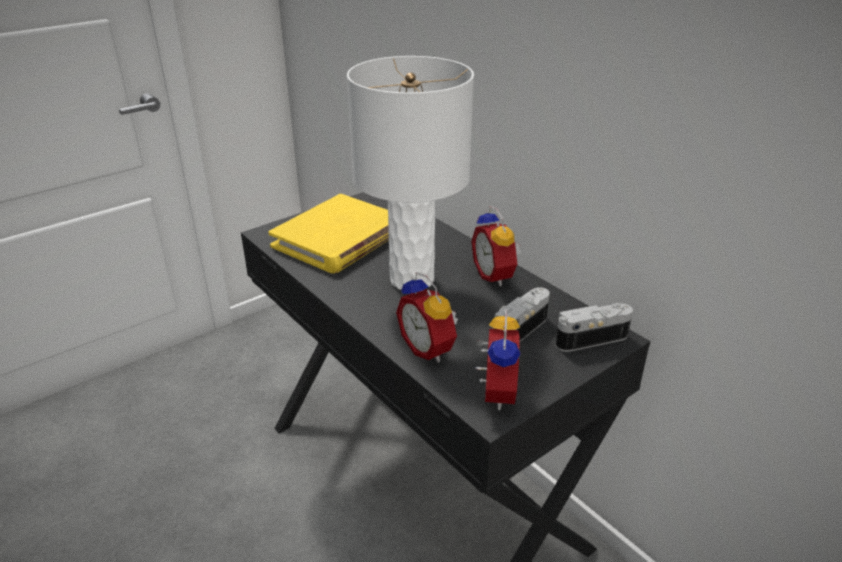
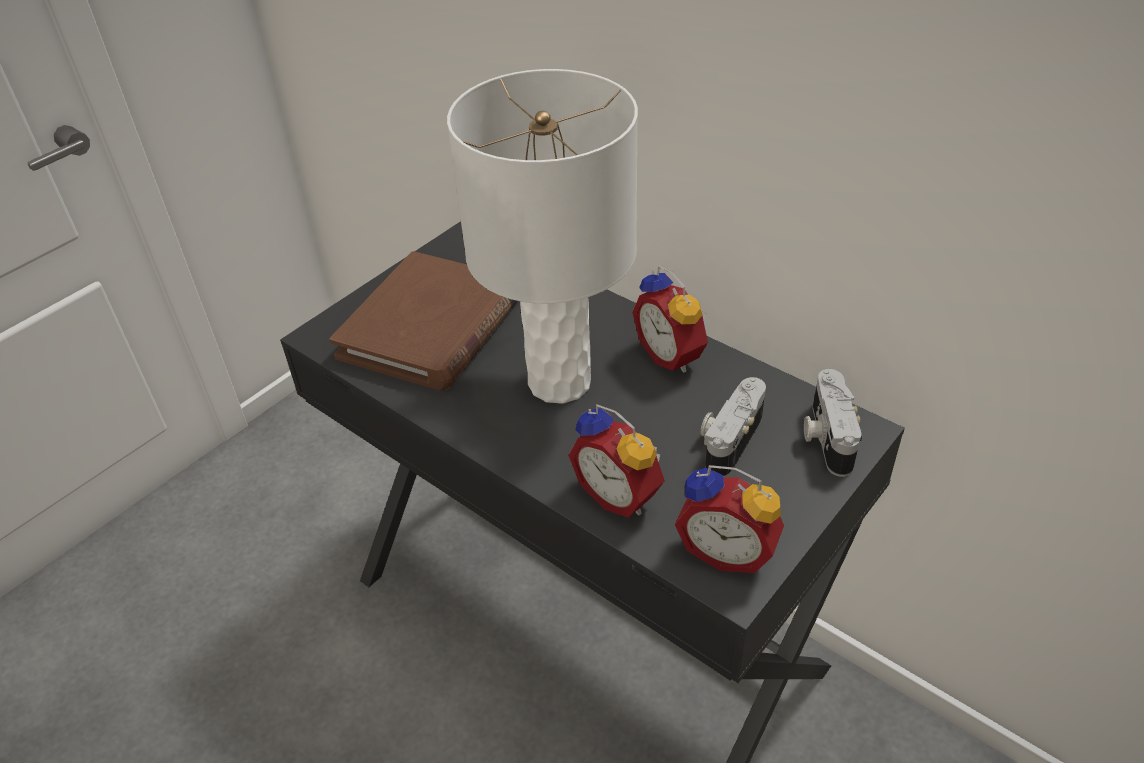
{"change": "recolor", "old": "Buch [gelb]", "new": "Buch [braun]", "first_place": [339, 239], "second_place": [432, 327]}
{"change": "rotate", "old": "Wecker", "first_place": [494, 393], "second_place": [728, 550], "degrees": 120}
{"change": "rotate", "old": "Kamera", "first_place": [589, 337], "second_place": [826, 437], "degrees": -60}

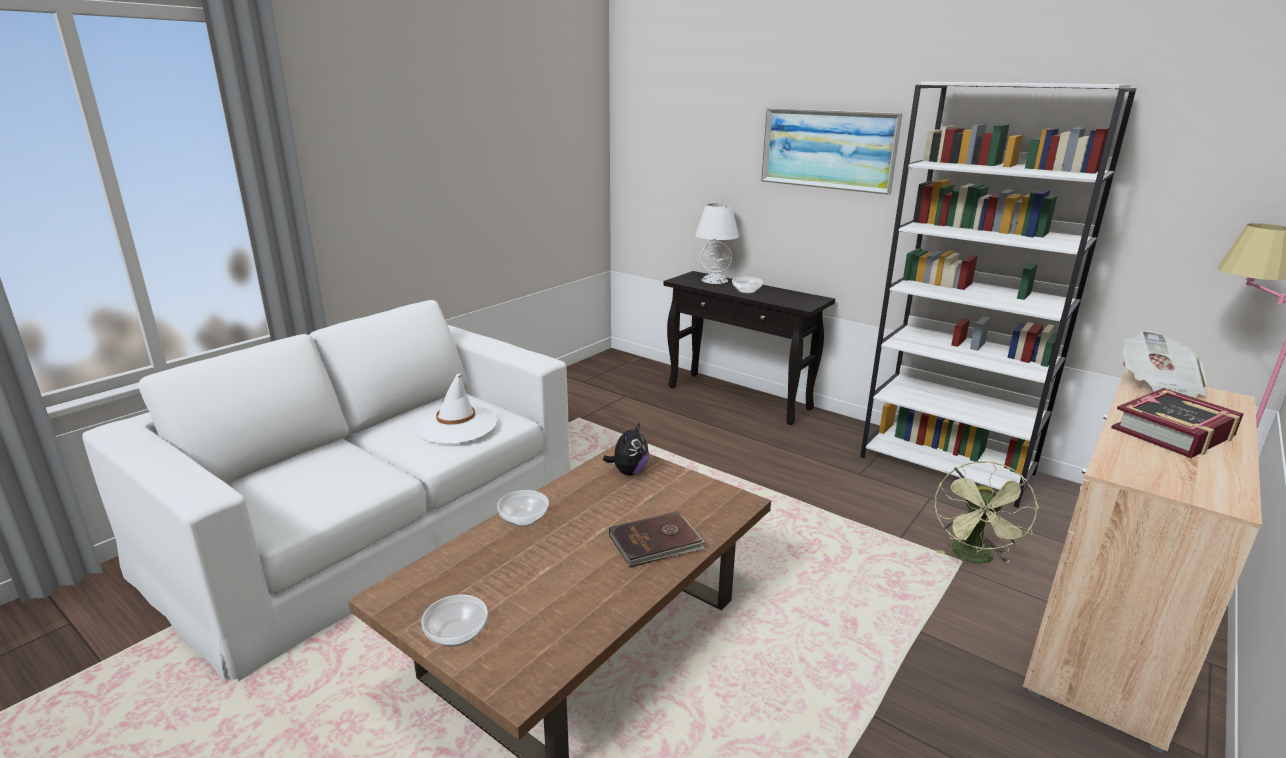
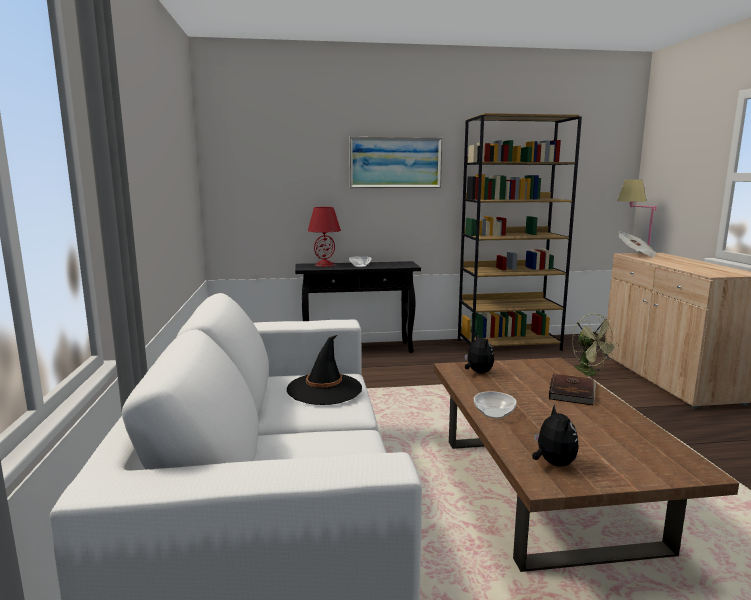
{"change": "recolor", "old": "Hut [weiß]", "new": "Hut [schwarz]", "first_place": [457, 425], "second_place": [324, 389]}
{"change": "recolor", "old": "Tischlampe [weiß]", "new": "Tischlampe [rot]", "first_place": [715, 280], "second_place": [325, 265]}
{"change": "recolor", "old": "Bücherregal [weiß]", "new": "Bücherregal [braun]", "first_place": [947, 465], "second_place": [509, 345]}
{"change": "insert", "new": "Plüschtier", "second_place": [553, 463]}
{"change": "delete", "old": "Schüssel", "first_place": [455, 634]}
{"change": "delete", "old": "Buch", "first_place": [1174, 432]}

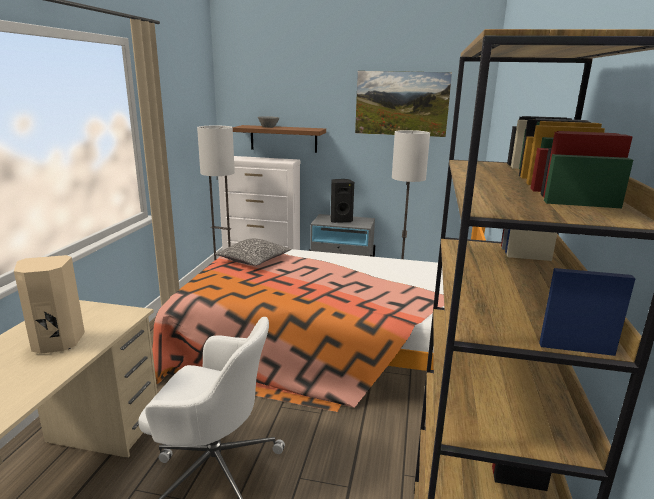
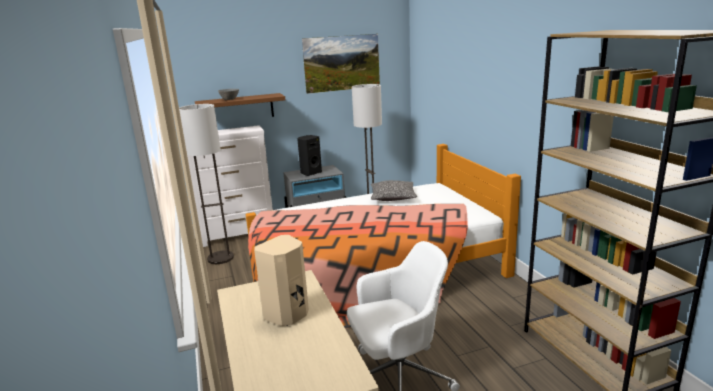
{"change": "move", "old": "Kissen", "first_place": [254, 260], "second_place": [393, 197]}

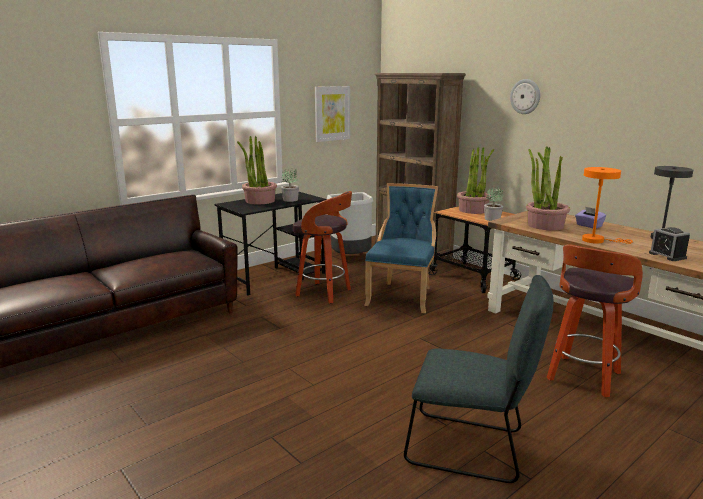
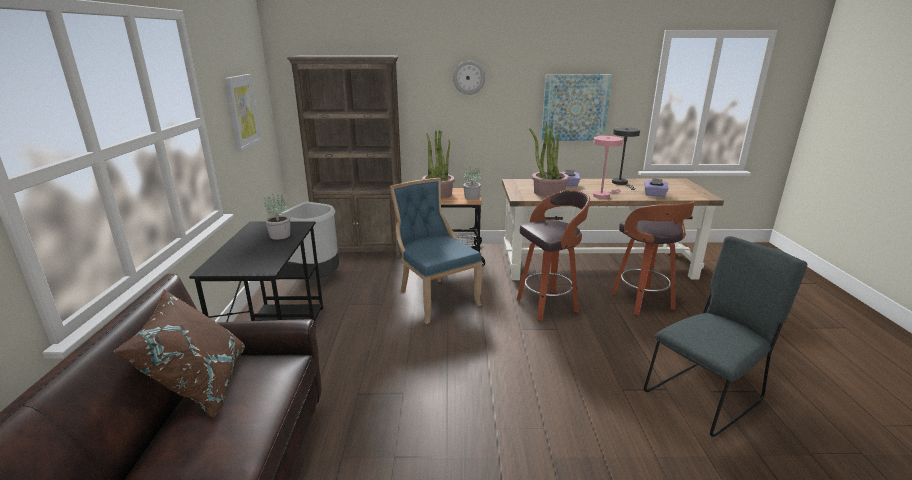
{"change": "insert", "new": "Kissen [braun]", "second_place": [199, 385]}
{"change": "move", "old": "Hocker", "first_place": [325, 293], "second_place": [548, 305]}
{"change": "insert", "new": "Bild", "second_place": [575, 107]}
{"change": "recolor", "old": "Tischlampe [orange]", "new": "Tischlampe [rosa]", "first_place": [597, 240], "second_place": [603, 195]}
{"change": "replace", "old": "Wecker", "new": "Taschentuchbox [lila]", "first_place": [667, 255], "second_place": [654, 194]}
{"change": "delete", "old": "Topfpflanze", "first_place": [259, 201]}

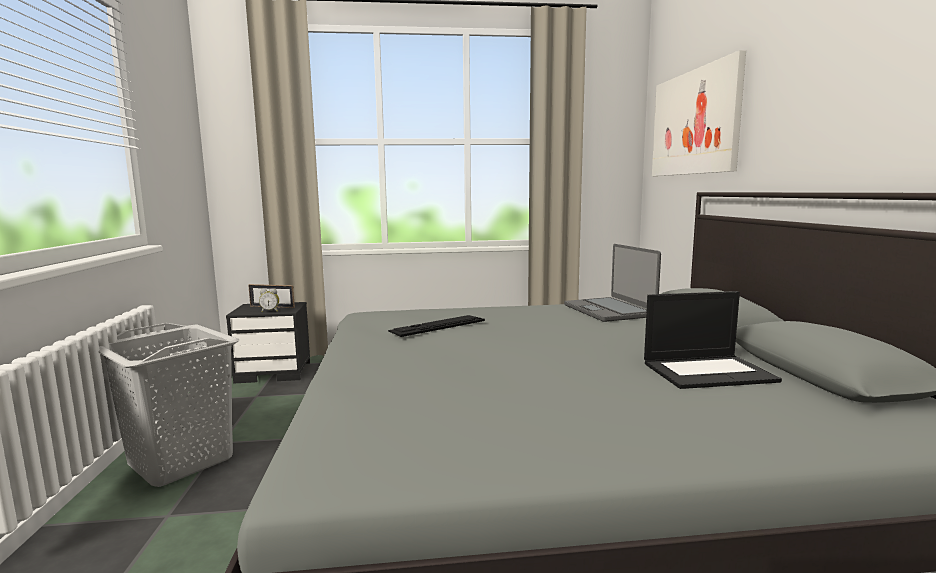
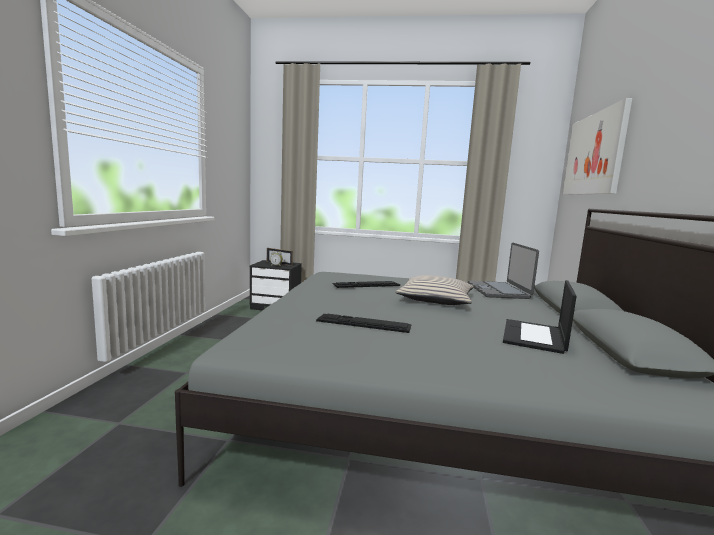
{"change": "insert", "new": "Tastatur", "second_place": [364, 323]}
{"change": "insert", "new": "Kissen [beige]", "second_place": [436, 299]}
{"change": "rotate", "old": "Laptop", "first_place": [708, 371], "second_place": [534, 336], "degrees": 105}
{"change": "delete", "old": "Wäschekorb [grau]", "first_place": [181, 460]}

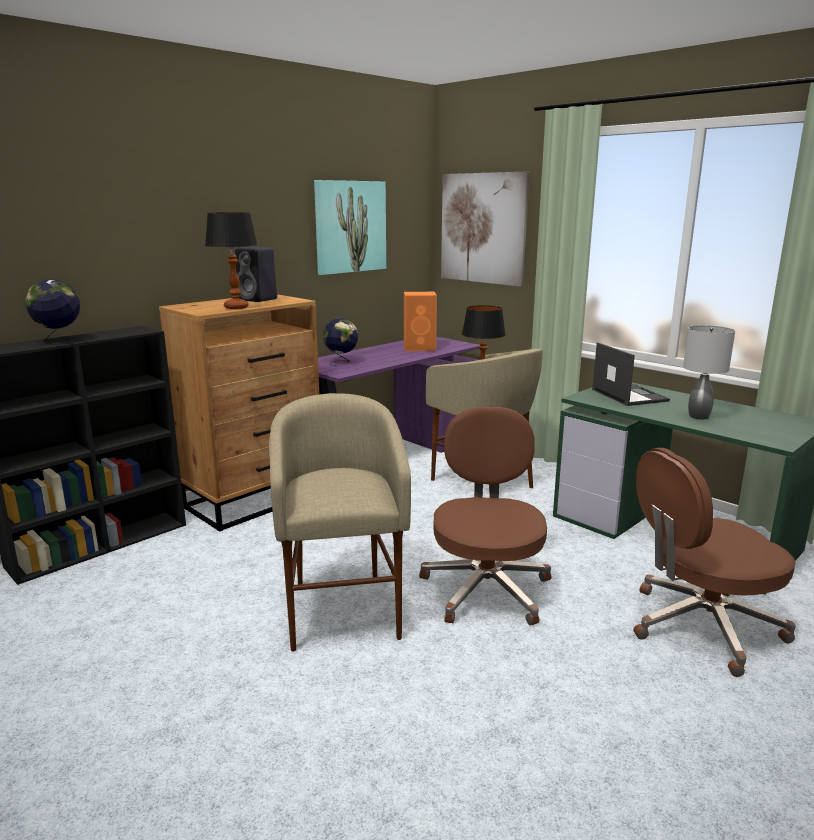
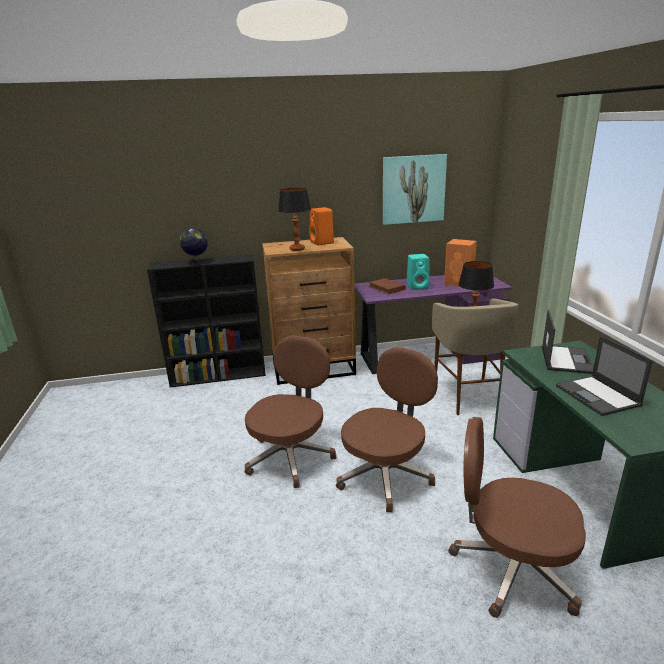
{"change": "replace", "old": "Hocker [beige]", "new": "Bürostuhl [braun]", "first_place": [342, 609], "second_place": [291, 456]}
{"change": "recolor", "old": "Lautsprecher [schwarz]", "new": "Lautsprecher [orange]", "first_place": [258, 299], "second_place": [322, 243]}
{"change": "replace", "old": "Globus", "new": "Buch [braun]", "first_place": [341, 362], "second_place": [387, 288]}
{"change": "insert", "new": "Lautsprecher [türkis]", "second_place": [418, 286]}
{"change": "replace", "old": "Tischlampe [grau]", "new": "Laptop", "first_place": [699, 416], "second_place": [598, 396]}
{"change": "delete", "old": "Bild", "first_place": [483, 228]}

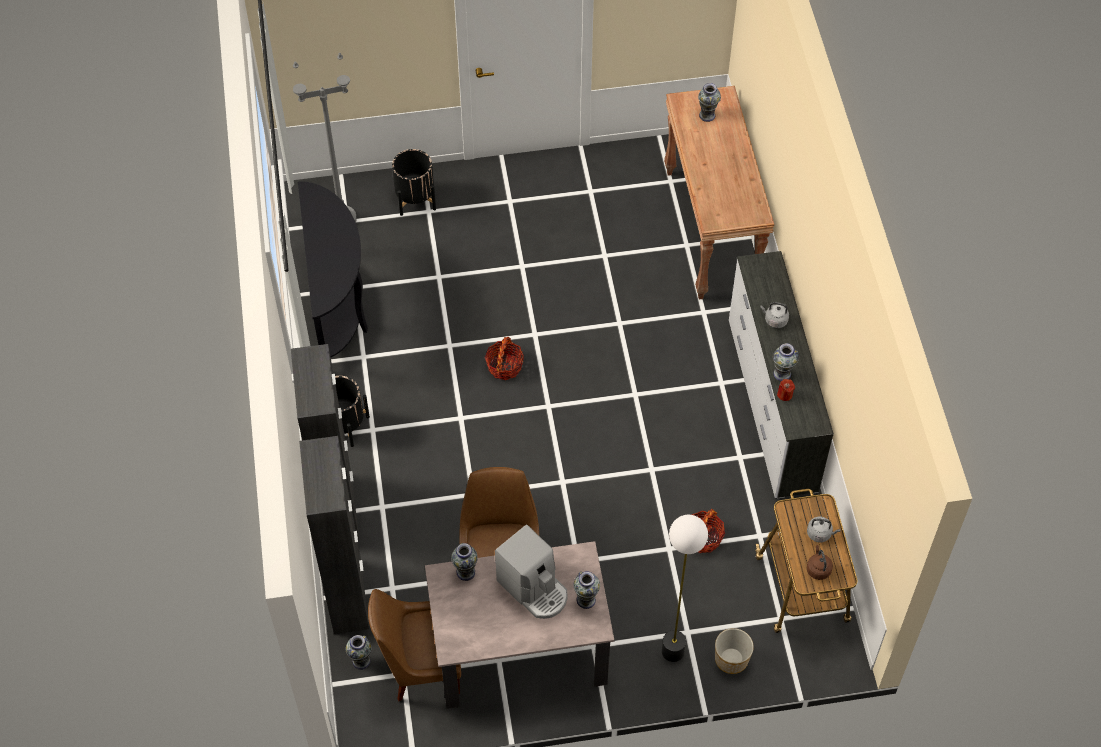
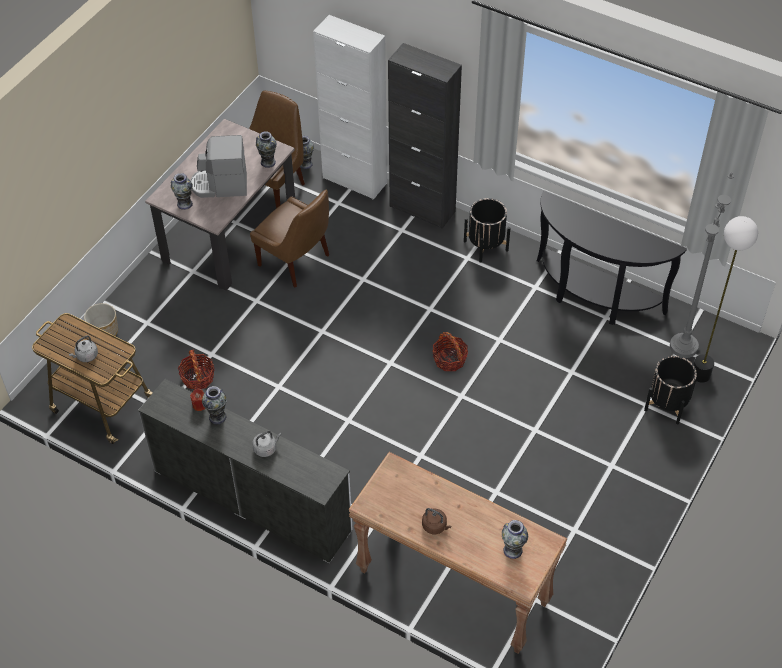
{"change": "recolor", "old": "Schrank [schwarz]", "new": "Schrank [weiß]", "first_place": [347, 596], "second_place": [354, 180]}
{"change": "move", "old": "Wasserkessel [braun]", "first_place": [818, 569], "second_place": [435, 526]}
{"change": "move", "old": "Stehlampe", "first_place": [672, 651], "second_place": [700, 374]}

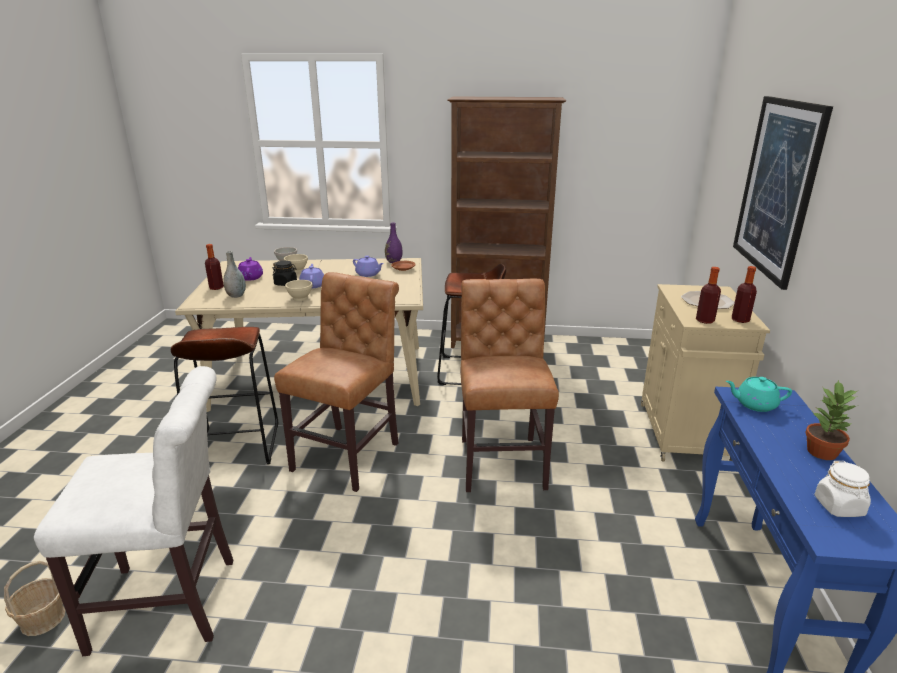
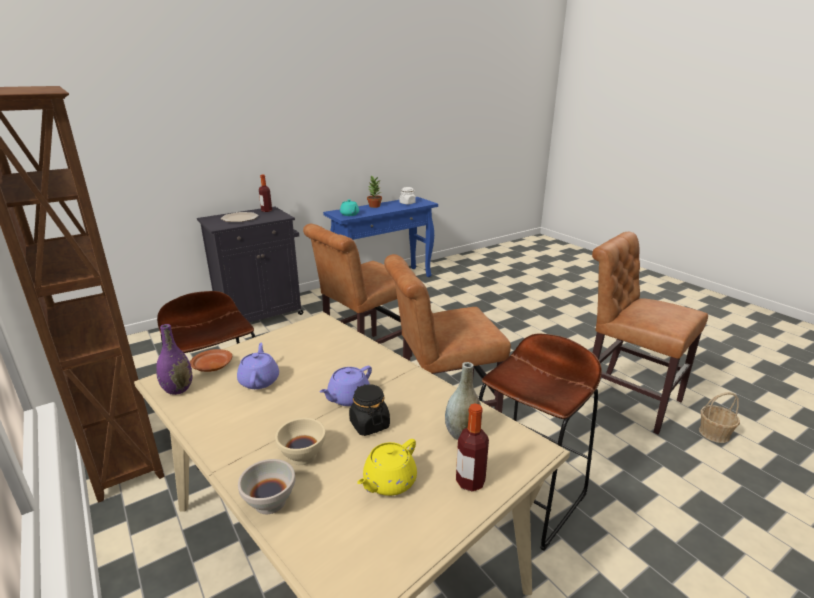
{"change": "recolor", "old": "Schrank [beige]", "new": "Schrank [schwarz]", "first_place": [684, 434], "second_place": [261, 314]}
{"change": "recolor", "old": "Teekanne [lila]", "new": "Teekanne [gelb]", "first_place": [251, 277], "second_place": [388, 482]}
{"change": "recolor", "old": "Stuhl [weiß]", "new": "Stuhl [braun]", "first_place": [173, 604], "second_place": [625, 398]}
{"change": "delete", "old": "Schüssel [beige]", "first_place": [300, 298]}
{"change": "delete", "old": "Flasche", "first_place": [705, 320]}
{"change": "delete", "old": "Bild", "first_place": [777, 188]}

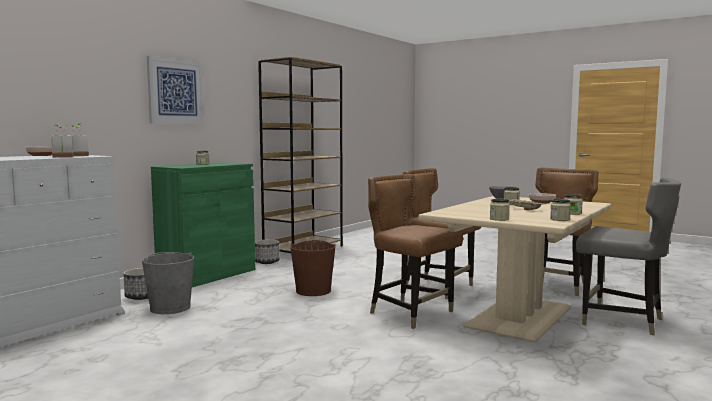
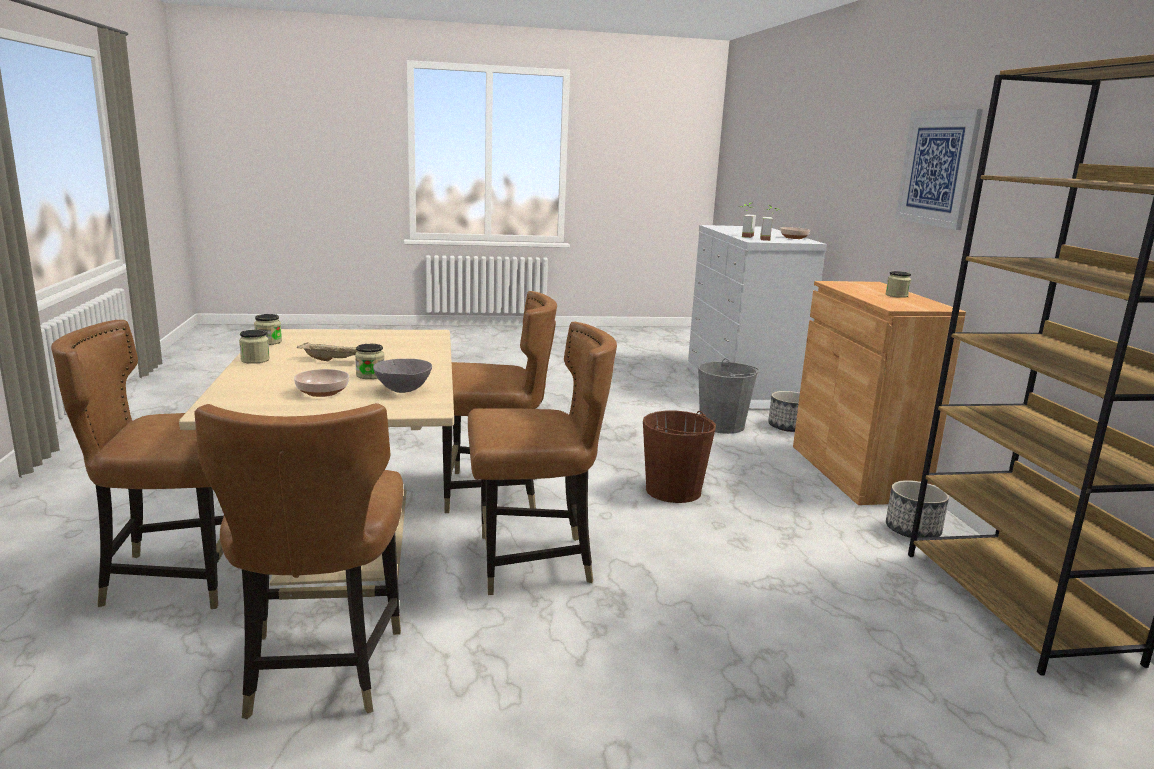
{"change": "recolor", "old": "Stuhl [grau]", "new": "Stuhl [braun]", "first_place": [621, 321], "second_place": [177, 577]}
{"change": "recolor", "old": "Schrank [grün]", "new": "Schrank [braun]", "first_place": [207, 275], "second_place": [856, 472]}
{"change": "delete", "old": "Vorratsglas", "first_place": [499, 219]}

